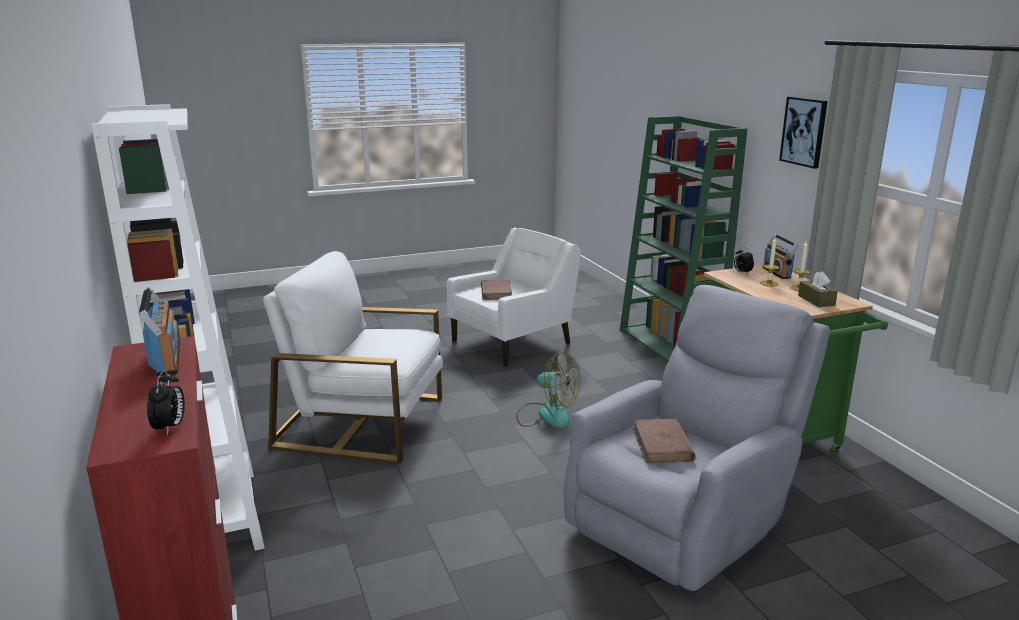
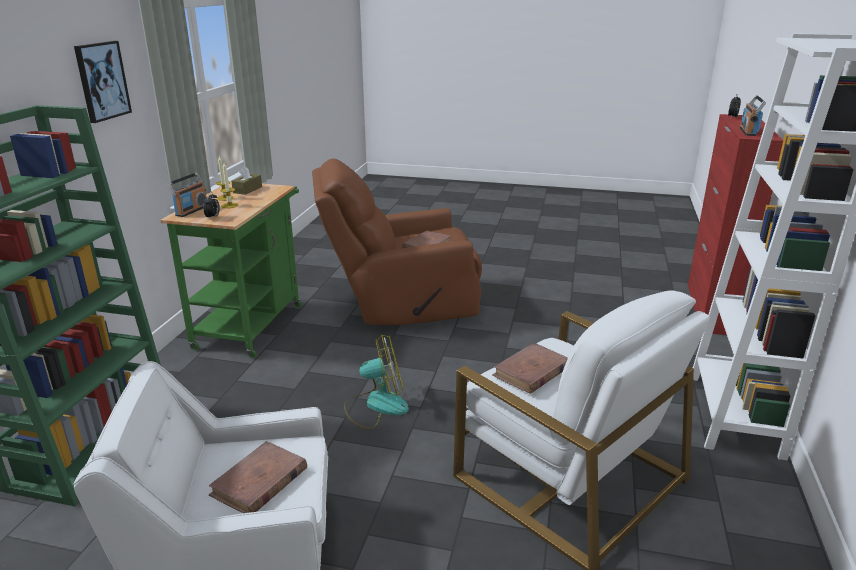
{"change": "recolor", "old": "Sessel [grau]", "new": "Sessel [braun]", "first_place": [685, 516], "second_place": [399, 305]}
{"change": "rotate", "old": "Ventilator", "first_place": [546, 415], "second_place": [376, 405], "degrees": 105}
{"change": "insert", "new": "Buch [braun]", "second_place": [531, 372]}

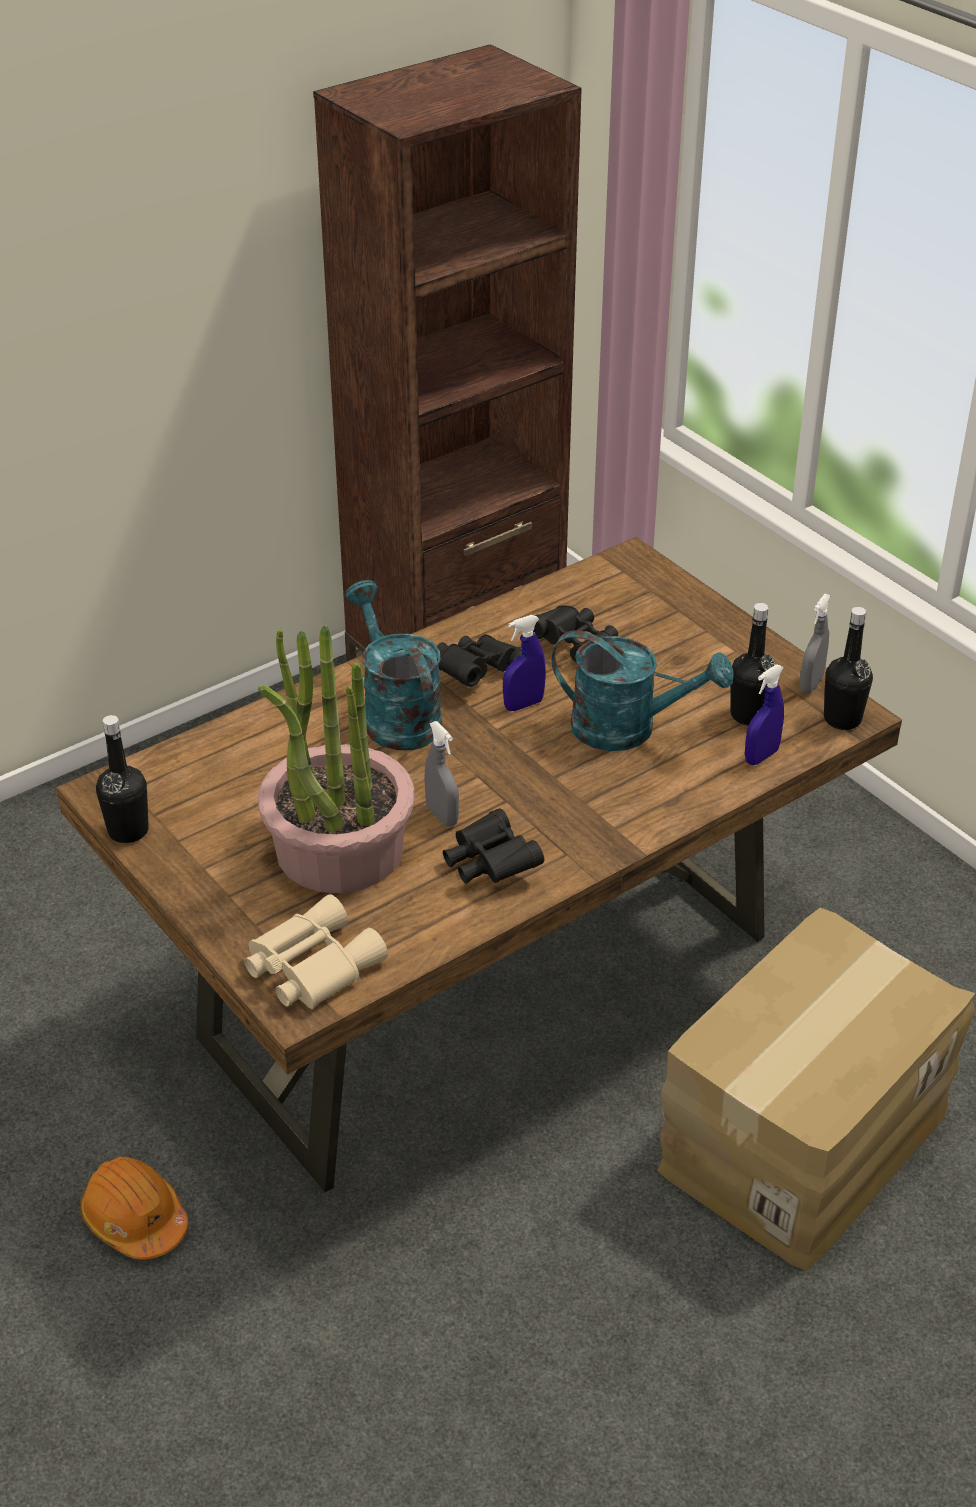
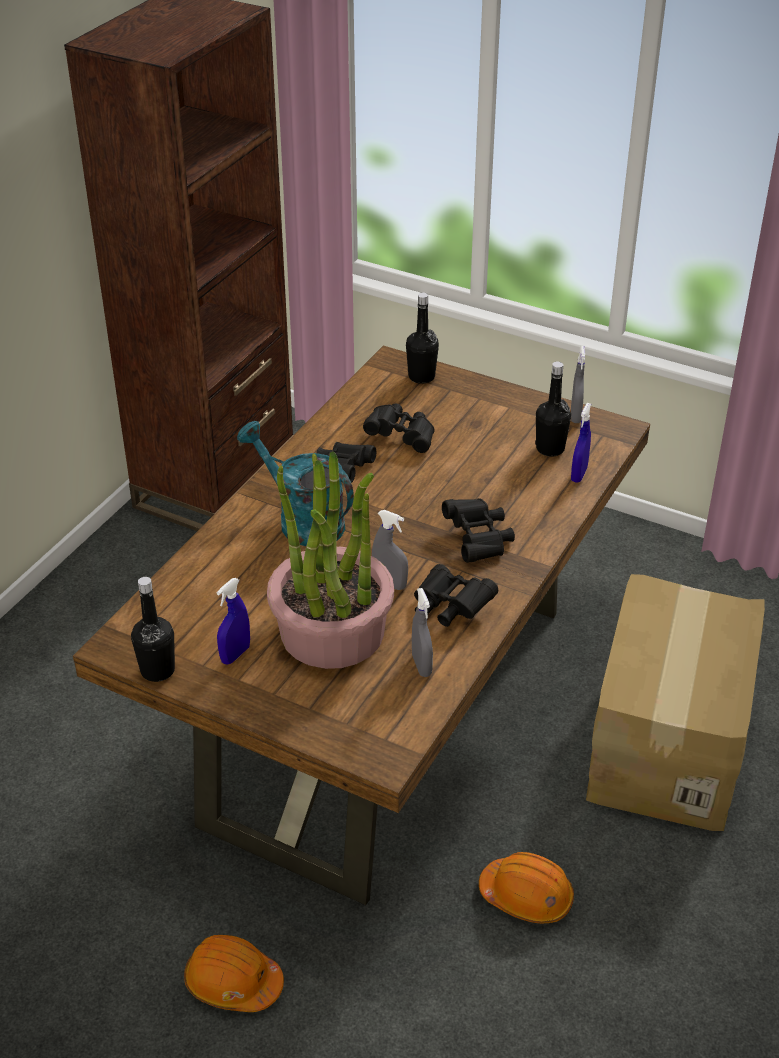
{"change": "move", "old": "Sprühflasche [blau]", "first_place": [523, 704], "second_place": [235, 654]}
{"change": "move", "old": "Flasche [schwarz]", "first_place": [842, 719], "second_place": [421, 377]}
{"change": "insert", "new": "Sprühflasche [grau]", "second_place": [421, 666]}
{"change": "insert", "new": "Fernglas [schwarz]", "second_place": [478, 540]}
{"change": "insert", "new": "Schutzhelm [orange]", "second_place": [527, 896]}
{"change": "delete", "old": "Fernglas [beige]", "first_place": [310, 965]}
{"change": "delete", "old": "Gießkanne [türkis]", "first_place": [629, 729]}

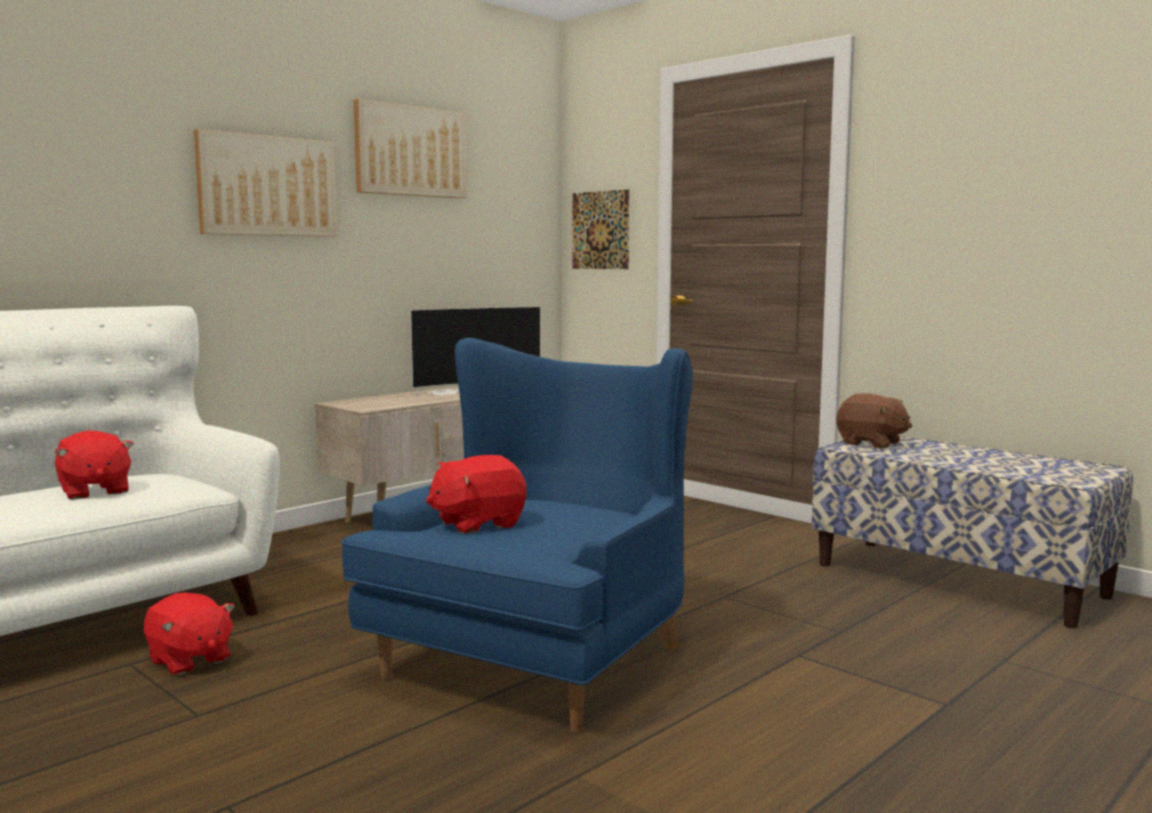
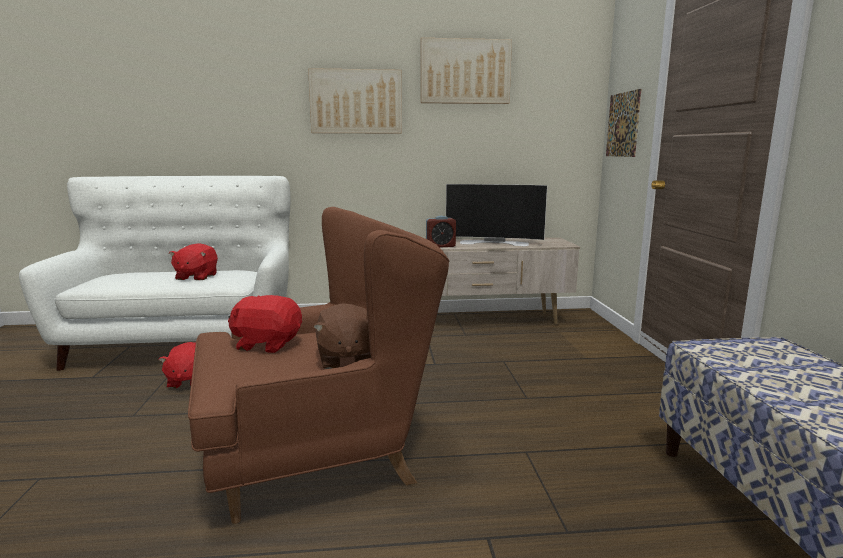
{"change": "recolor", "old": "Sessel [blau]", "new": "Sessel [braun]", "first_place": [540, 658], "second_place": [321, 451]}
{"change": "move", "old": "Plüschtier [braun]", "first_place": [871, 443], "second_place": [345, 359]}
{"change": "insert", "new": "Wecker", "second_place": [440, 246]}

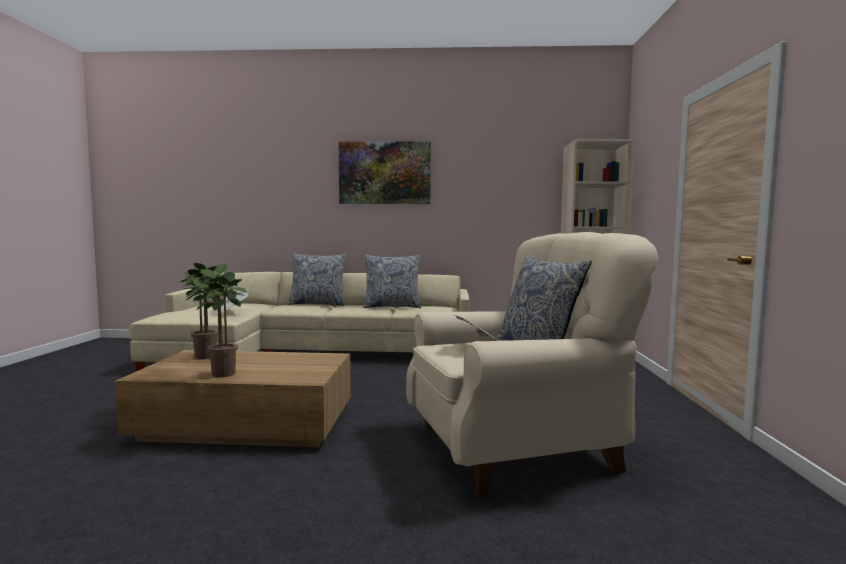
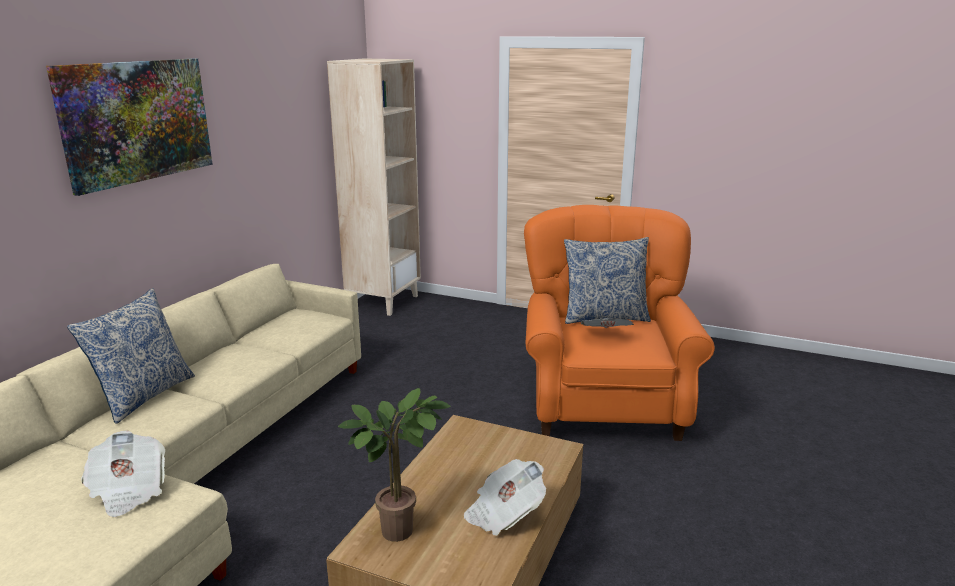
{"change": "replace", "old": "Topfpflanze", "new": "Zeitung", "first_place": [220, 373], "second_place": [504, 513]}
{"change": "recolor", "old": "Sessel [beige]", "new": "Sessel [orange]", "first_place": [520, 447], "second_place": [602, 402]}
{"change": "delete", "old": "Kissen", "first_place": [392, 307]}

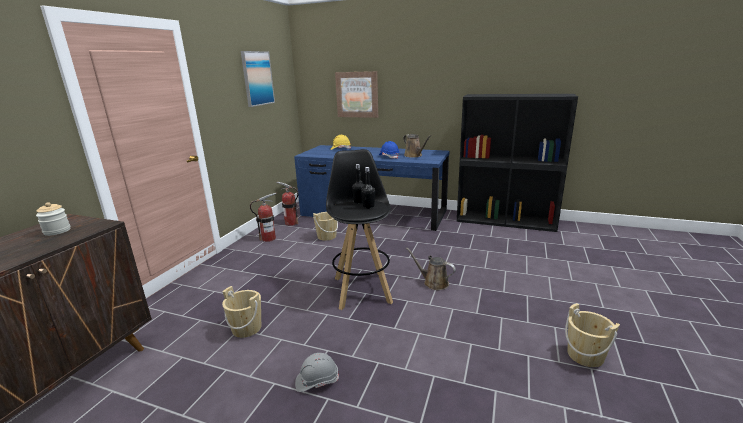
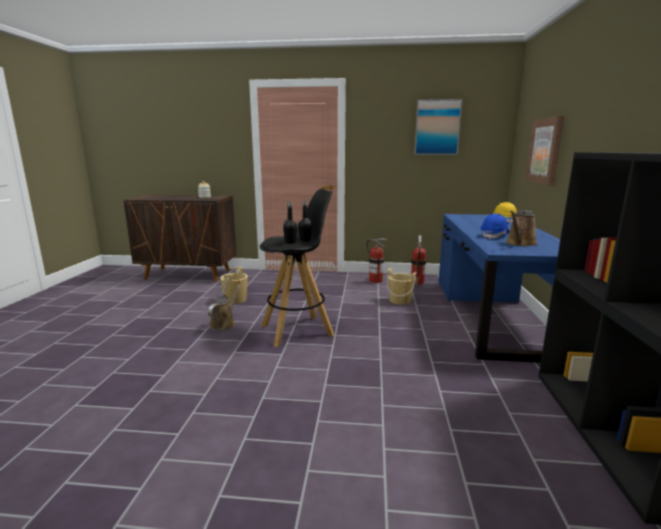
{"change": "move", "old": "Gießkanne [braun]", "first_place": [433, 283], "second_place": [224, 324]}
{"change": "delete", "old": "Schutzhelm [grau]", "first_place": [317, 380]}
{"change": "delete", "old": "Eimer [beige]", "first_place": [585, 355]}

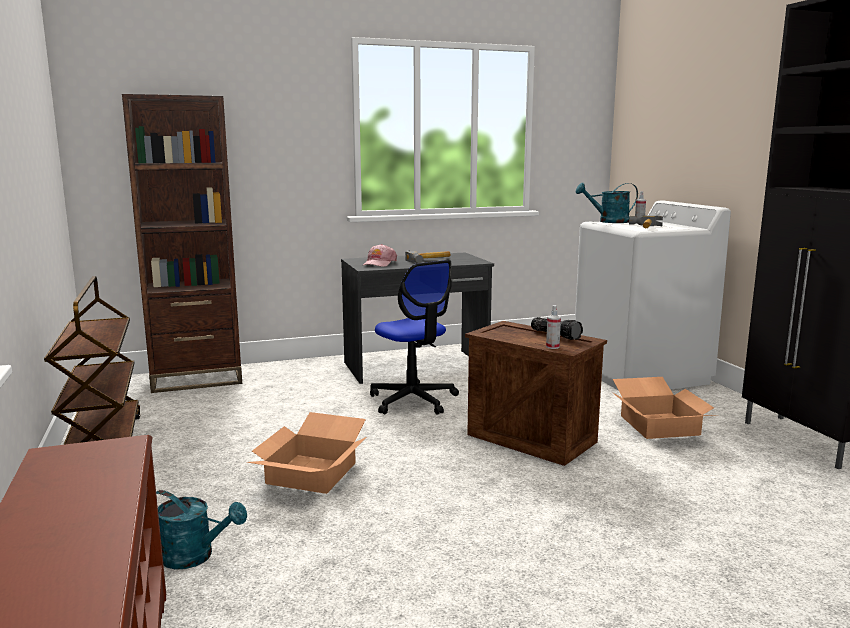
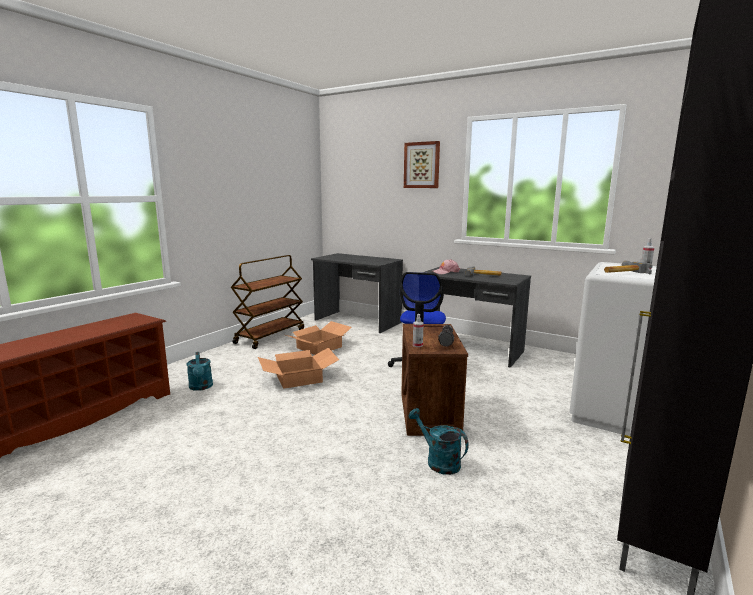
{"change": "move", "old": "Karton", "first_place": [658, 425], "second_place": [319, 347]}
{"change": "replace", "old": "Bücherregal [braun]", "new": "Schreibtisch [grau]", "first_place": [197, 379], "second_place": [357, 321]}
{"change": "insert", "new": "Bild", "second_place": [422, 165]}
{"change": "move", "old": "Gießkanne [türkis]", "first_place": [608, 221], "second_place": [438, 461]}

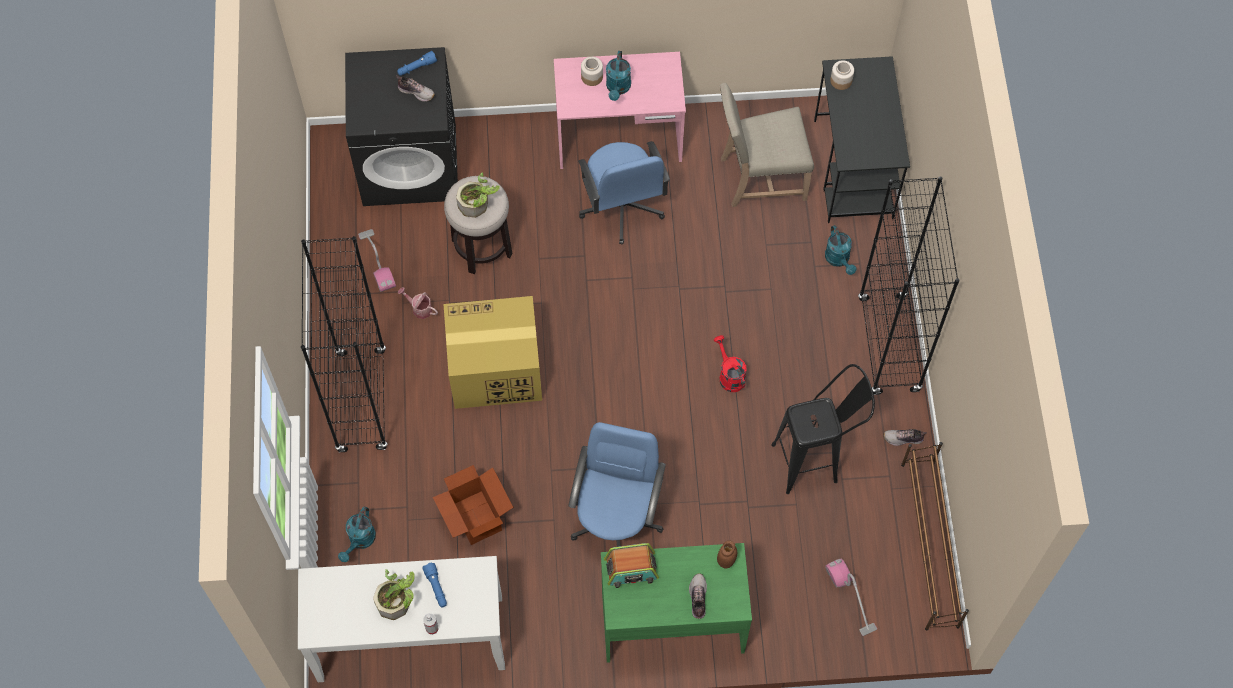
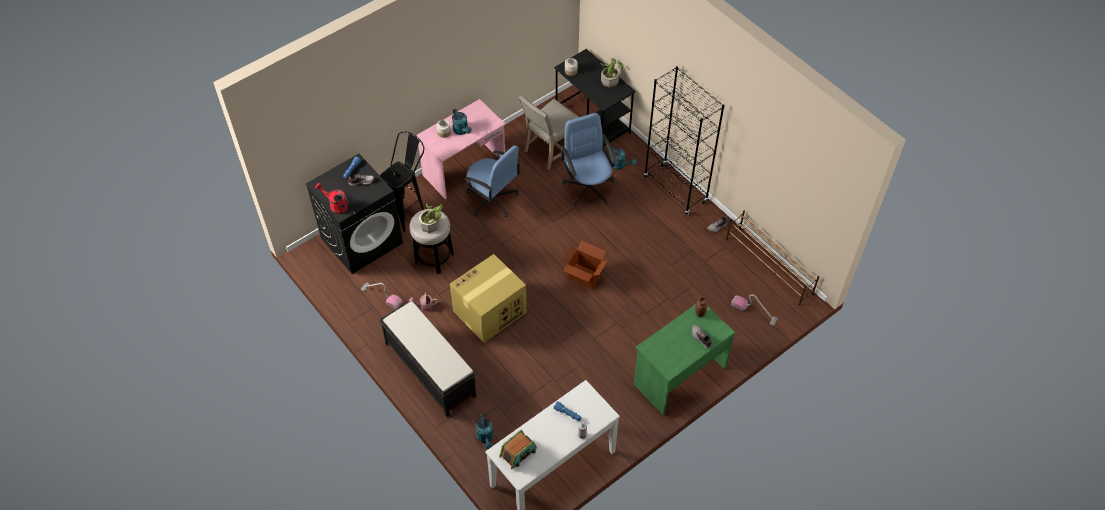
{"change": "move", "old": "Gießkanne [rot]", "first_place": [729, 375], "second_place": [336, 205]}
{"change": "replace", "old": "Bücherregal [schwarz]", "new": "Bank [schwarz]", "first_place": [361, 401], "second_place": [429, 369]}
{"change": "move", "old": "Hocker [schwarz]", "first_place": [815, 460], "second_place": [408, 210]}
{"change": "move", "old": "Radio", "first_place": [631, 569], "second_place": [518, 453]}
{"change": "move", "old": "Bürostuhl [blau]", "first_place": [616, 519], "second_place": [588, 187]}
{"change": "move", "old": "Karton", "first_place": [475, 518], "second_place": [584, 276]}
{"change": "move", "old": "Topfpflanze", "first_place": [397, 600], "second_place": [610, 79]}

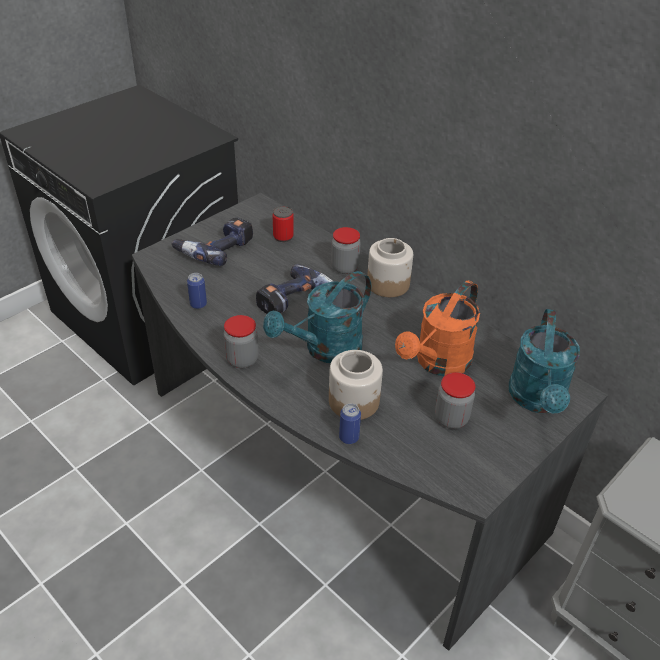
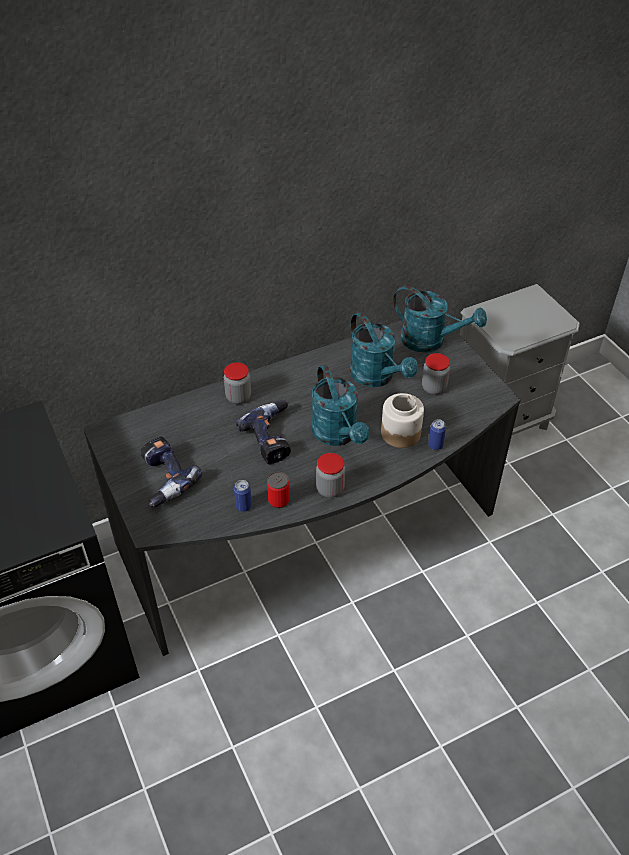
{"change": "move", "old": "Dose", "first_place": [283, 237], "second_place": [278, 500]}
{"change": "recolor", "old": "Gießkanne [orange]", "new": "Gießkanne [türkis]", "first_place": [438, 363], "second_place": [377, 377]}
{"change": "delete", "old": "Vorratsglas", "first_place": [388, 284]}

